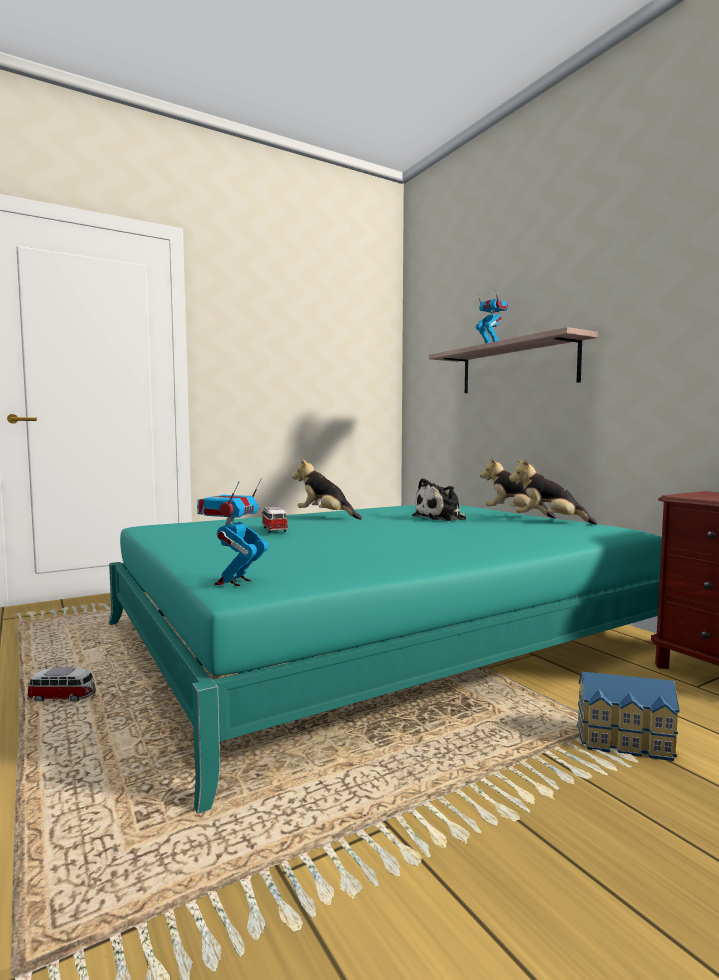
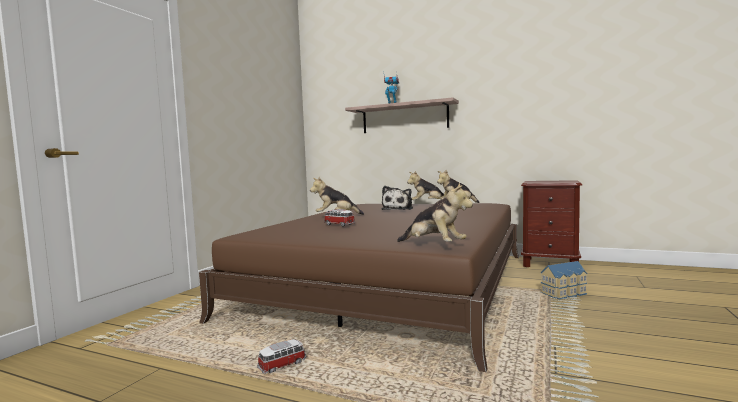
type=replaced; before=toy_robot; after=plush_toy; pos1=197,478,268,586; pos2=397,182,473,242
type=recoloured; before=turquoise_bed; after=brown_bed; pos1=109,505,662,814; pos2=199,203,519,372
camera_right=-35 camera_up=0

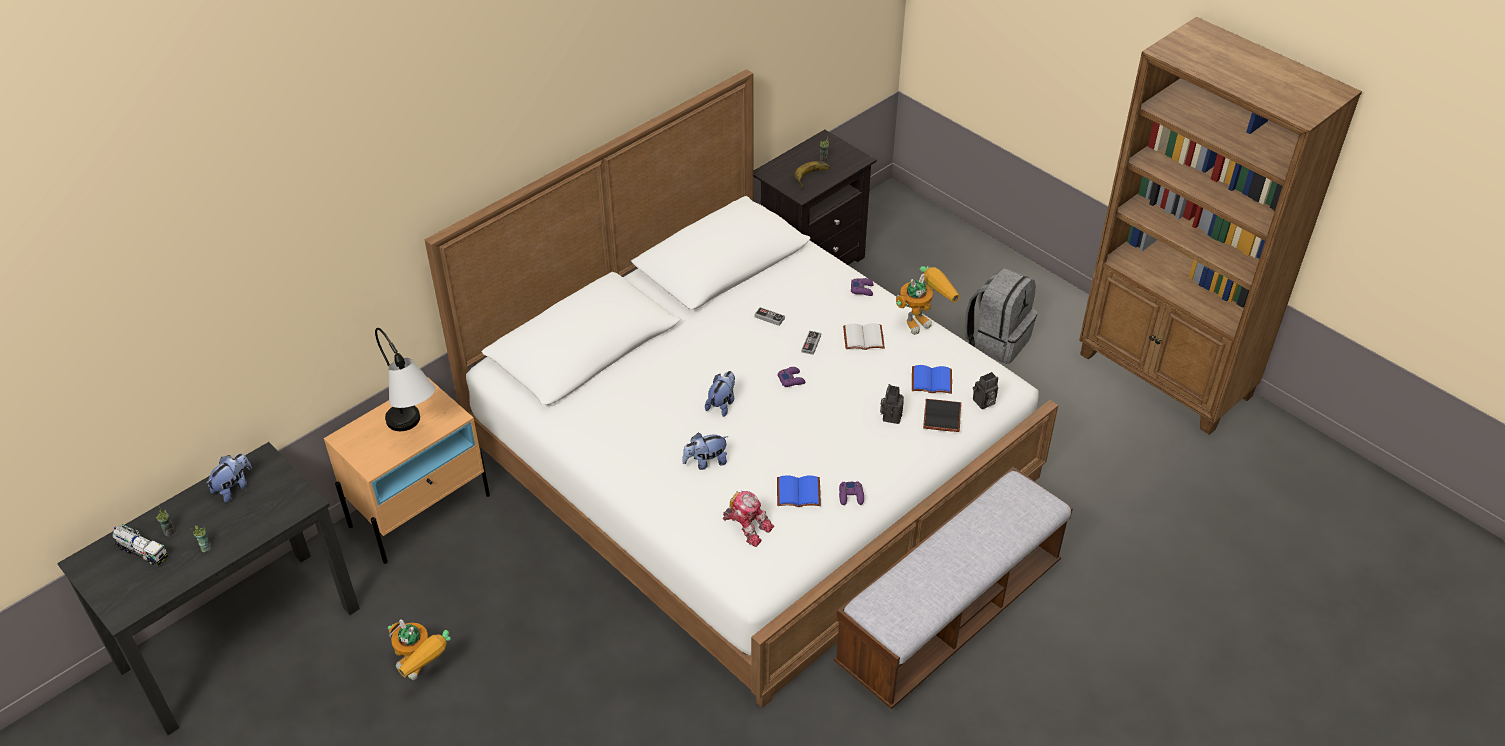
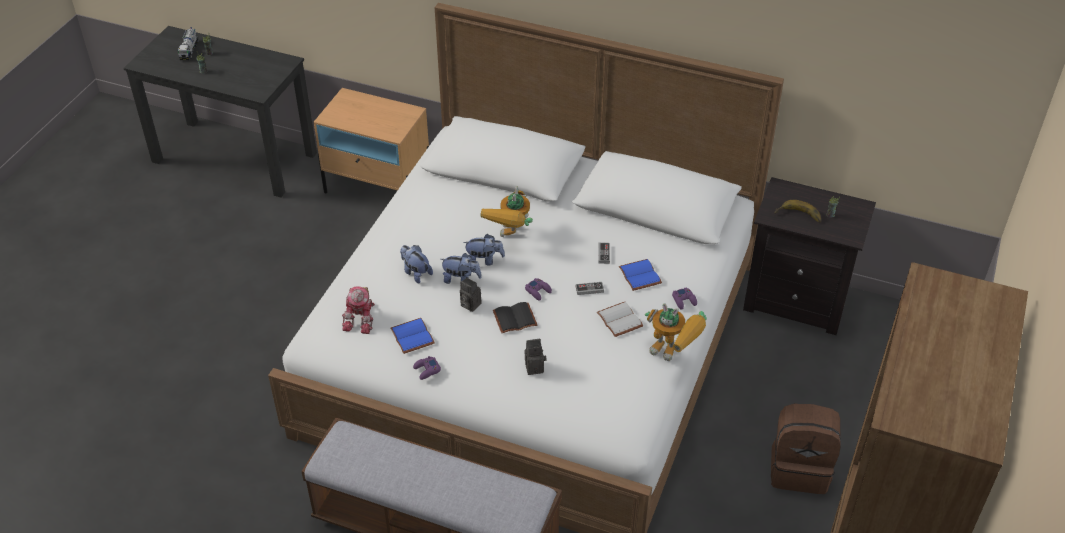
type=removed; before=table_lamp; pos1=375,328,435,431
type=moved; before=plush_toy; pos1=206,453,252,503; pos2=440,253,482,284
type=moved; before=toy_robot; pos1=388,619,451,680; pos2=481,186,533,237
type=moved; before=blue_book; pos1=912,365,952,394; pos2=619,259,662,291
type=moved; before=black_book; pos1=923,399,961,432; pos2=493,302,537,333
type=moved; before=photo_camera; pos1=973,372,998,409; pos2=460,277,482,312
type=recoloured; before=grey_backpack; after=brown_backpack; pos1=965,268,1037,364; pos2=771,403,841,494
camera_right=65 camera_up=0

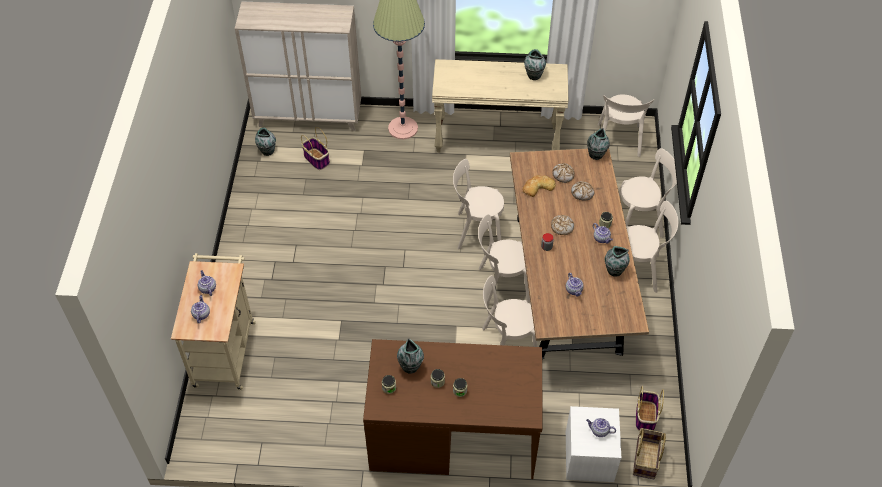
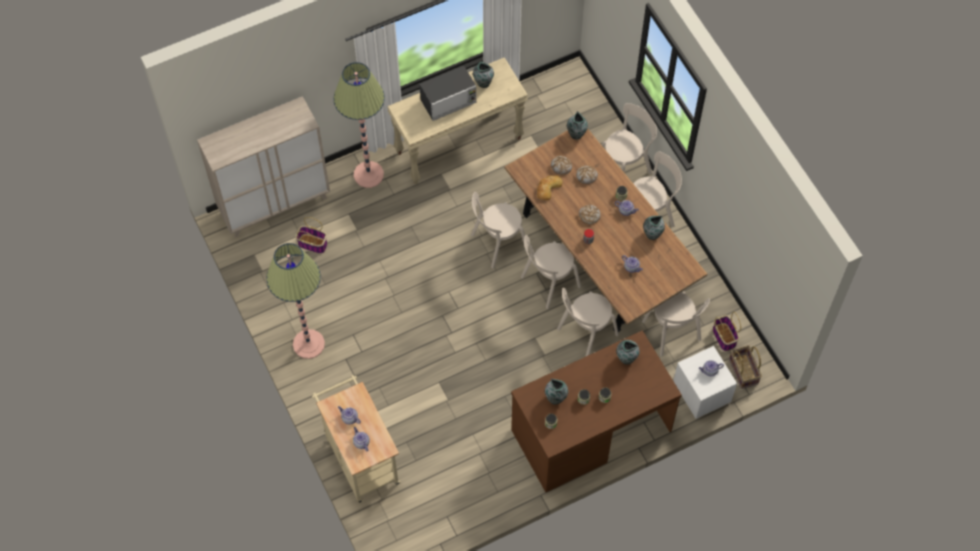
type=added; after=floor_lamp; pos2=266,243,325,359
type=added; after=microwave; pos2=420,66,476,121
type=moved; before=vase; pos1=255,128,276,156; pos2=616,340,639,365
type=moved; before=beige_chair; pos1=598,94,655,157; pos2=642,291,710,357
camera_right=-30 camera_up=10

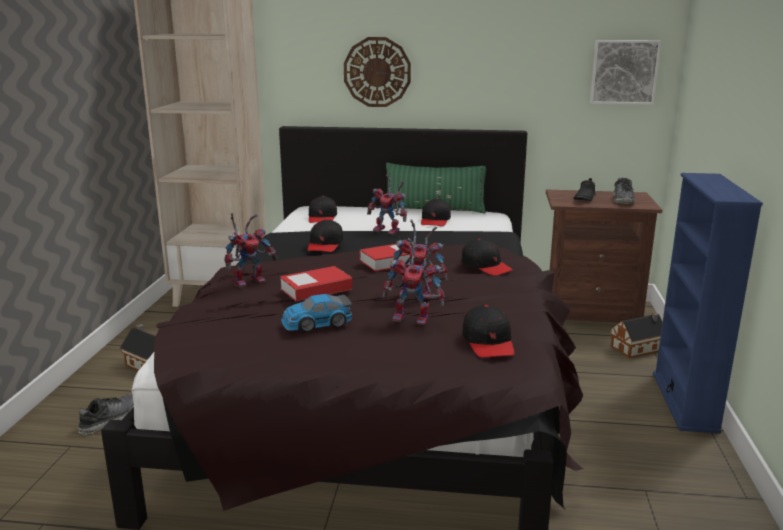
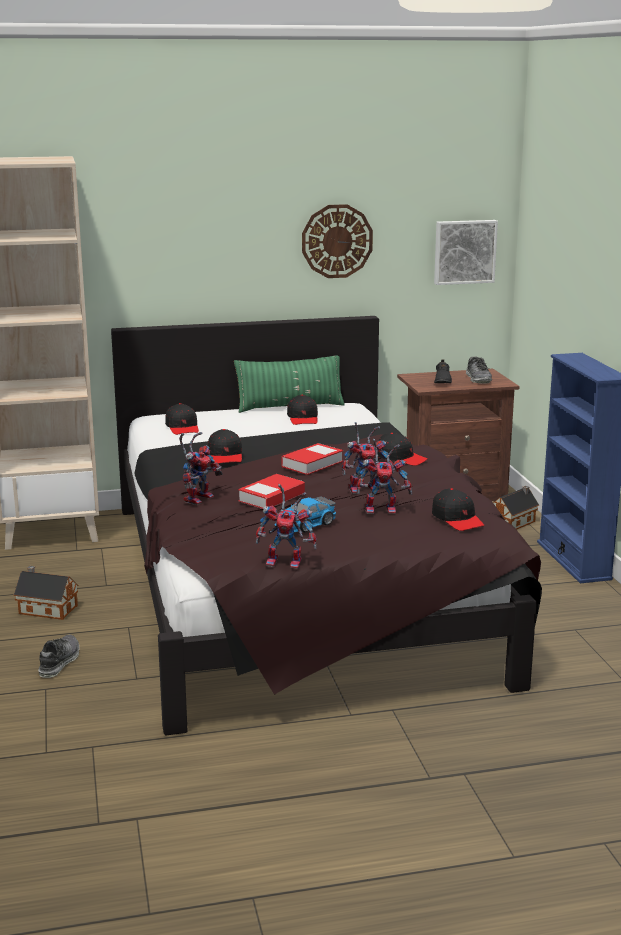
type=moved; before=wall_clock; pos1=344,37,411,107; pos2=302,204,373,278
type=moved; before=toy_robot; pos1=367,175,407,234; pos2=256,484,317,569
camera_right=-20 camera_up=0

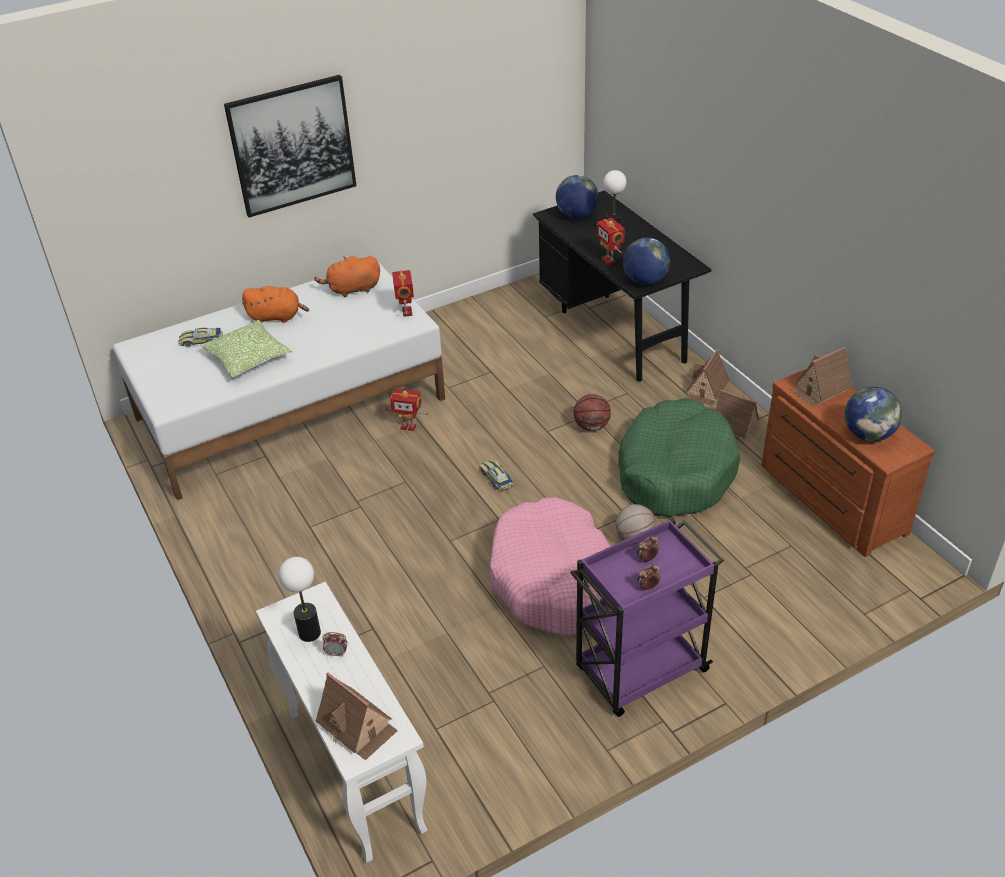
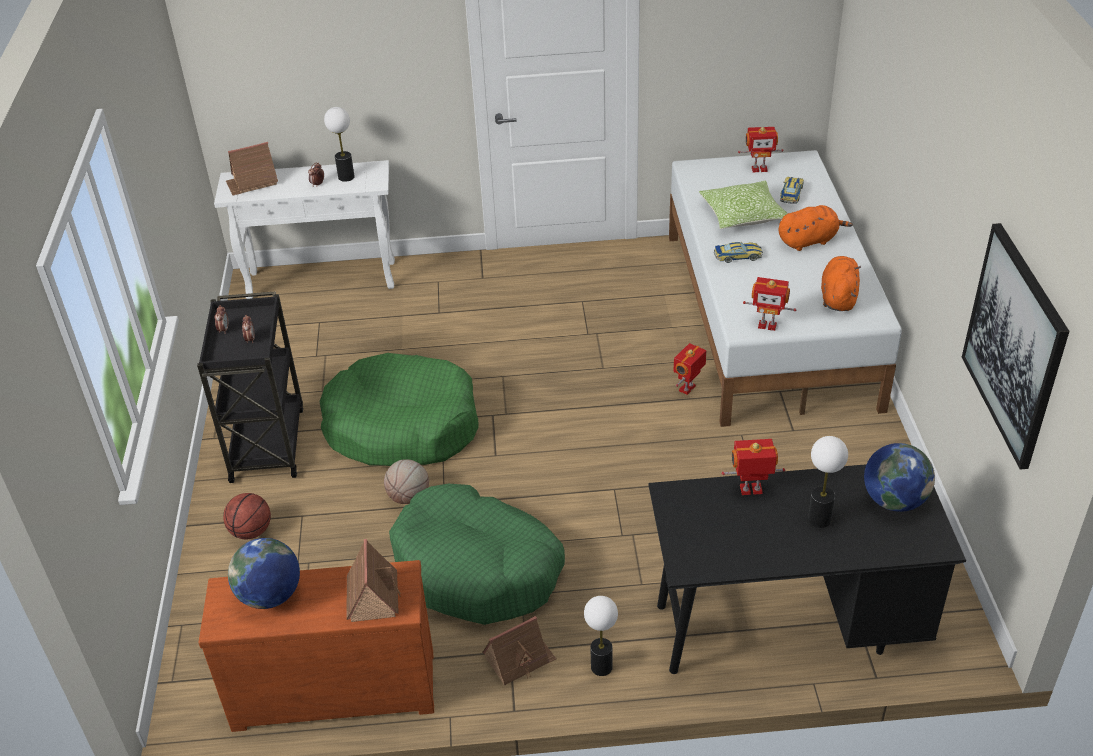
type=removed; before=globe; pos1=623,238,670,285
type=added; after=toy_robot; pos2=738,127,783,172
type=moved; before=picture; pos1=224,75,357,218; pos2=962,223,1069,469
type=moved; before=toy_car; pos1=480,460,514,491; pos2=714,241,763,263
type=moved; before=basketball; pos1=574,394,611,431; pos2=223,493,271,539
type=replaced; before=toy_house; after=table_lamp; pos1=686,349,730,406; pos2=584,596,618,676
type=recoloured; before=pink_dog_bed; after=green_dog_bed; pos1=489,498,610,635; pos2=319,353,479,466
type=recoloured; before=purple_cart; after=black_cart; pos1=570,518,724,717; pos2=197,292,303,483
type=turned; before=orange_plush_toy; pos1=242,286,309,323; pos2=779,205,853,251; turn=-135
camera_right=115 camera_up=0

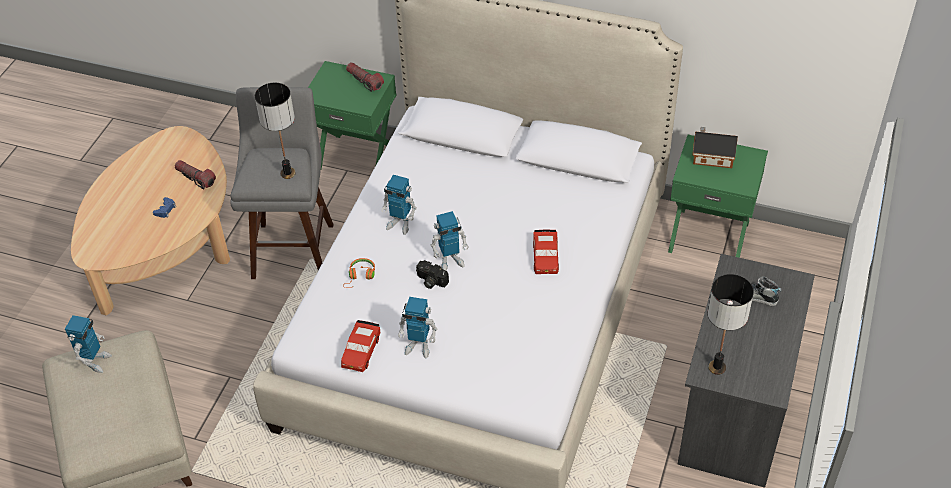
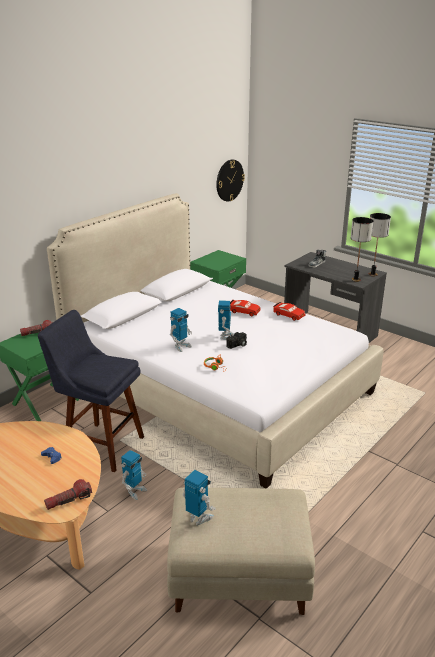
type=removed; before=toy_house; pos1=692,127,738,168
type=added; after=wall_clock; pos2=216,160,245,202
type=moved; before=flashlight; pos1=175,160,216,189; pos2=44,479,92,510
type=moved; before=table_lamp; pos1=255,83,296,179; pos2=369,213,391,276
type=moved; before=red_toy_car; pos1=341,320,380,372; pos2=273,302,305,321
type=moved; before=toy_robot; pos1=398,297,437,358; pos2=121,450,148,500
type=recoloured; before=grey_stool; after=blue_stool; pos1=230,87,333,279; pos2=38,310,144,472
camera_right=-70 camera_up=-20

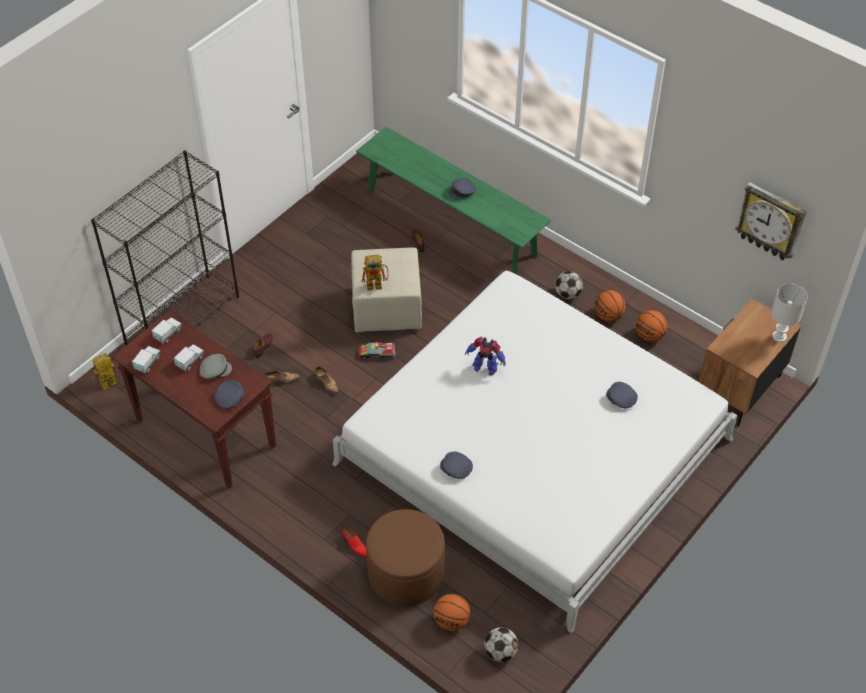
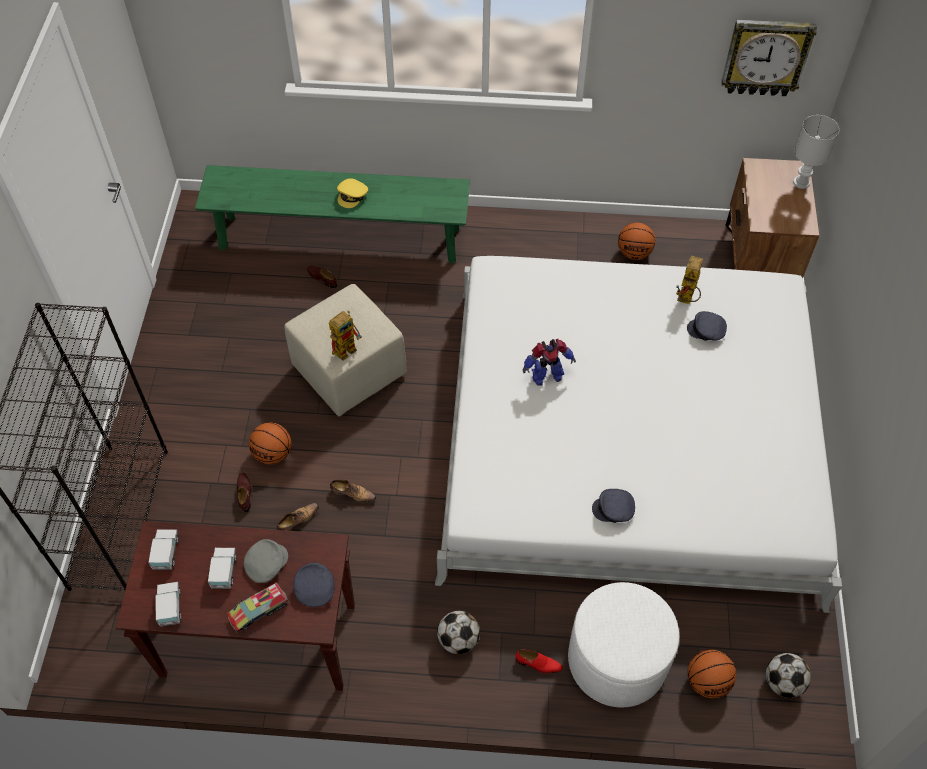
type=moved; before=toy_robot; pos1=92,353,118,389; pos2=676,255,703,304
type=moved; before=toy_truck; pos1=359,342,396,360; pos2=227,582,289,632
type=moved; before=football; pos1=555,271,583,299; pos2=437,611,480,654
type=moved; before=basketball; pos1=595,290,626,322; pos2=249,422,291,465
type=recoloured; before=brown_ottoman; after=white_ottoman; pos1=366,509,445,606; pos2=568,582,679,707
type=recoloured; before=grey_cap; after=yellow_cap; pos1=449,178,476,199; pos2=337,178,368,208
camera_right=-35 camera_up=5

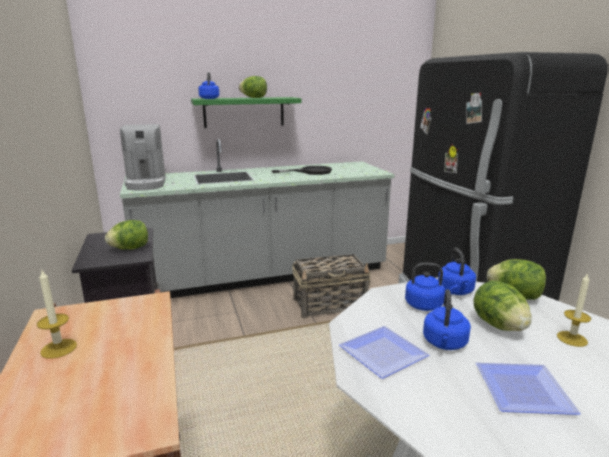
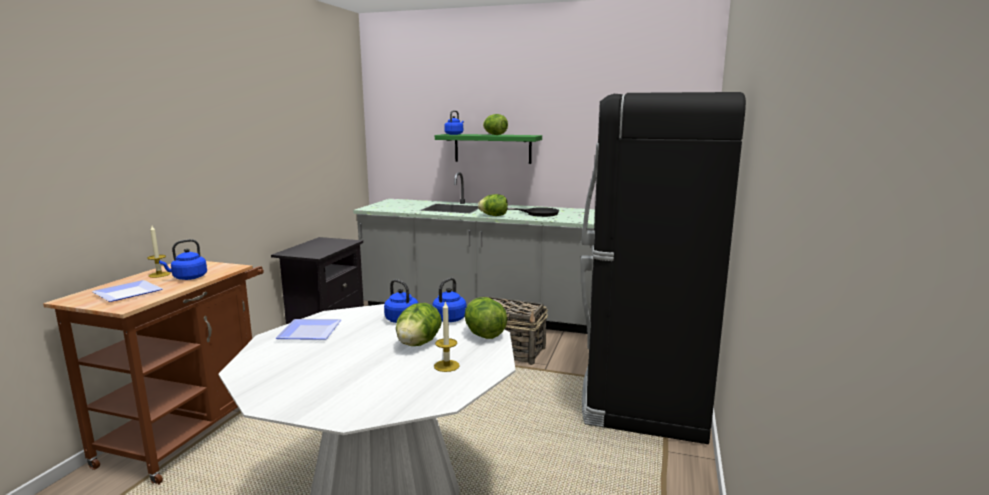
type=removed; before=coffee_machine; pos1=120,124,165,191
type=moved; before=lettuce; pos1=105,220,148,250; pos2=478,194,508,216
type=moved; before=blue_kettle; pos1=423,289,471,350; pos2=159,239,207,280
type=moved; before=plate; pos1=476,363,581,415; pos2=92,280,163,302
camera_right=35 camera_up=-5

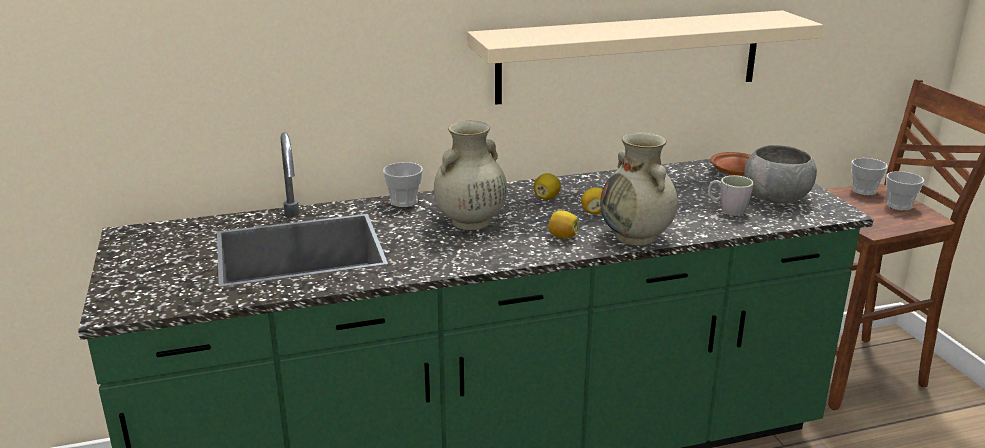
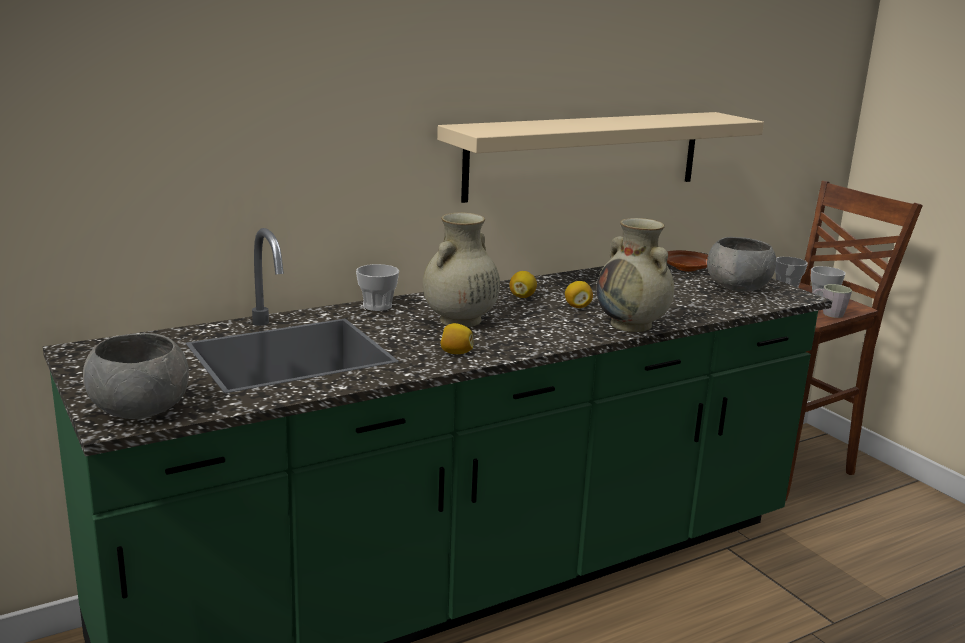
type=added; after=grey_bowl; pos2=83,333,189,419
type=moved; before=lemon; pos1=548,210,579,238; pos2=440,323,473,354
type=moved; before=grey_mug; pos1=708,175,754,216; pos2=813,284,852,318
camera_right=-15 camera_up=-5

